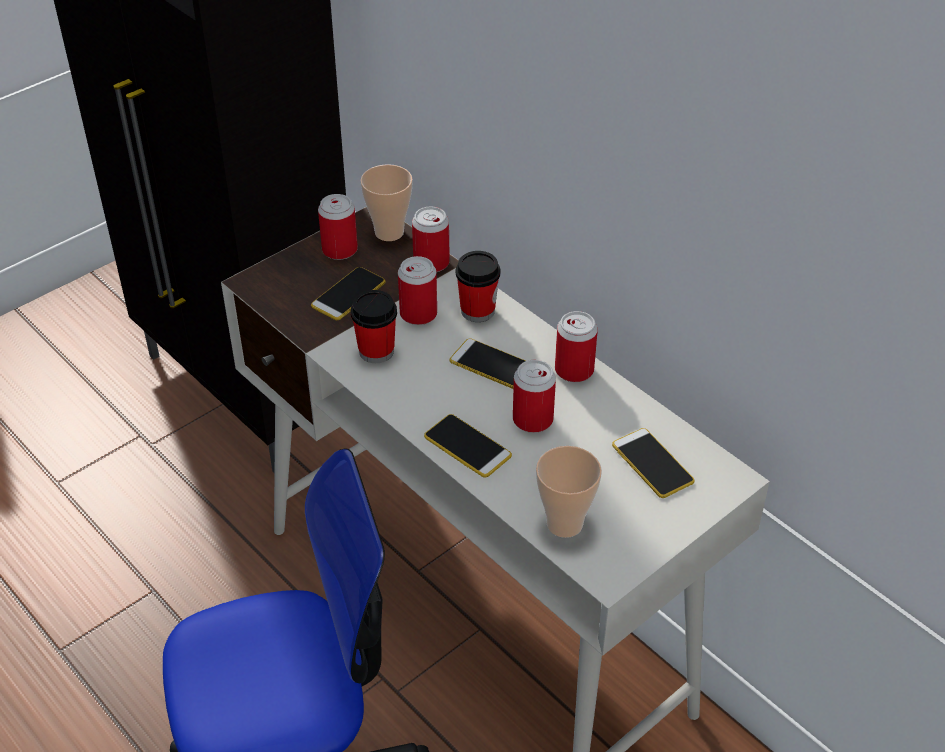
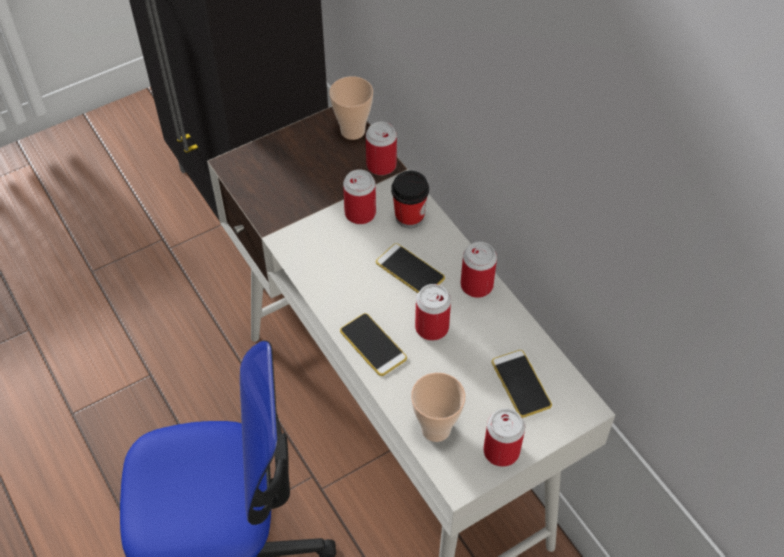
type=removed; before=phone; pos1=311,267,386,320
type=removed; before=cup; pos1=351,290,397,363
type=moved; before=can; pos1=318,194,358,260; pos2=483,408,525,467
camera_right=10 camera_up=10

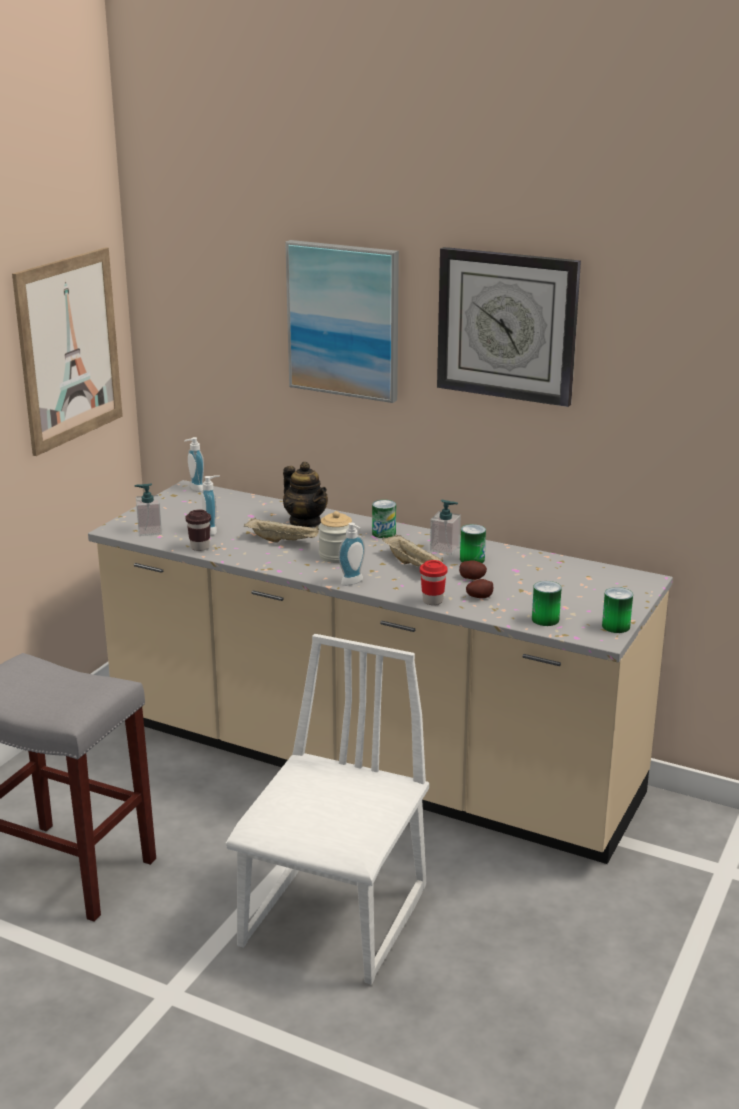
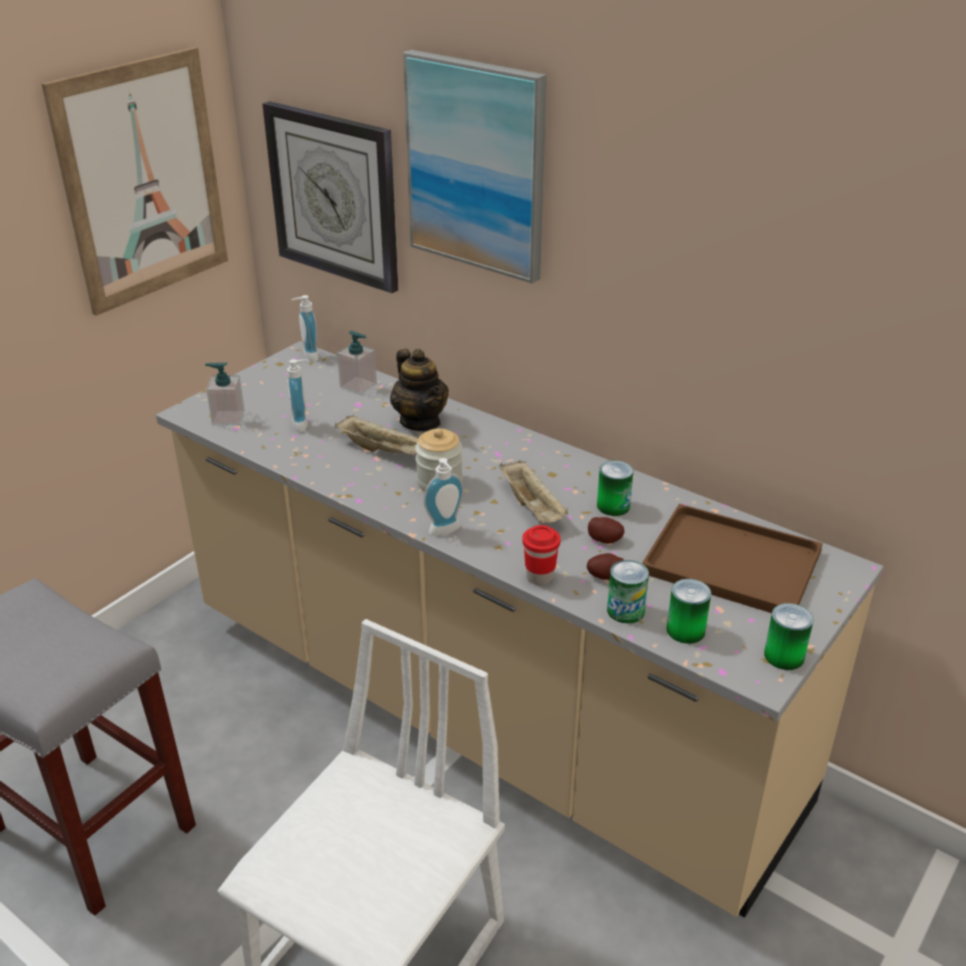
type=removed; before=brown_cup; pos1=186,510,211,551
type=added; after=brown_tray; pos2=642,504,823,613
type=moved; before=can; pos1=372,500,396,538; pos2=607,560,649,624
type=moved; before=soap_dispenser; pos1=430,500,461,555; pos2=337,331,377,395
type=moved; before=wall_clock; pos1=437,247,581,407; pos2=262,101,398,293
camera_right=10 camera_up=10

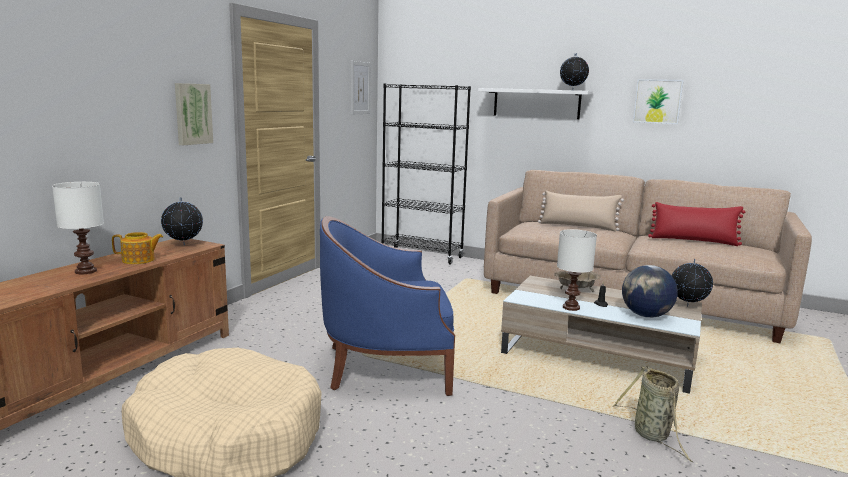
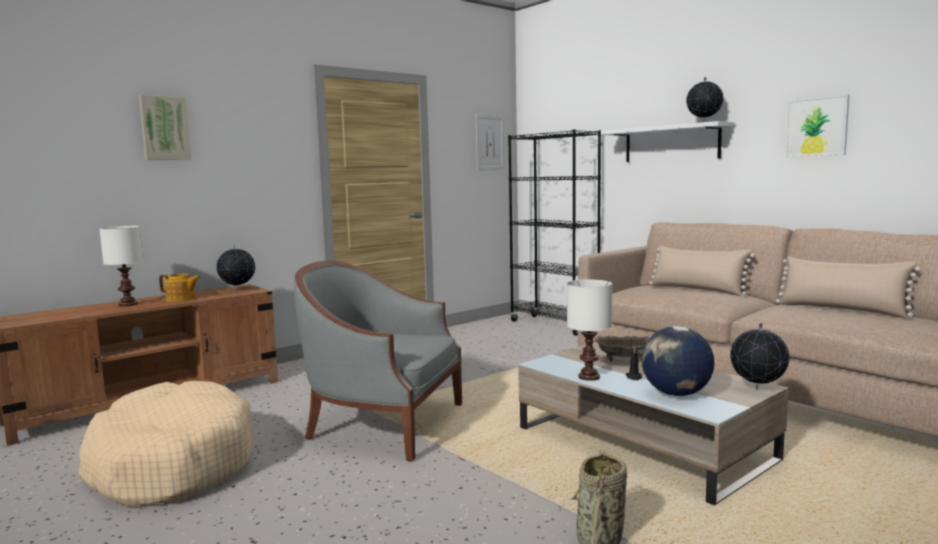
type=moved; before=picture; pos1=175,83,213,145; pos2=139,95,191,160
type=recoloured; before=blue_armchair; after=grey_armchair; pos1=320,216,455,396; pos2=294,261,462,462
type=recoloured; before=red_pillow; after=beige_pillow; pos1=648,202,745,246; pos2=775,256,921,318
camera_right=25 camera_up=-5

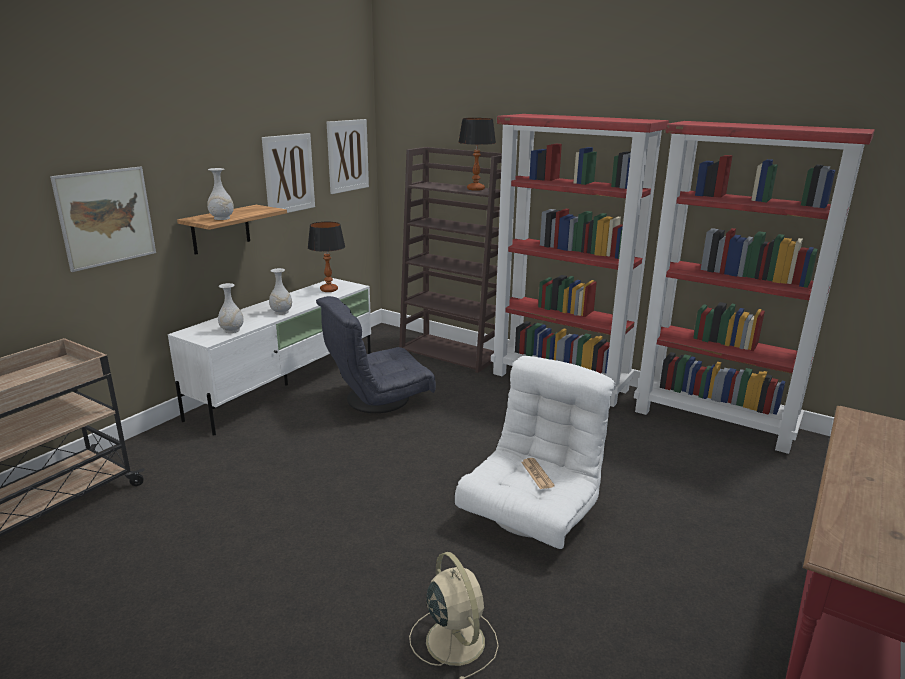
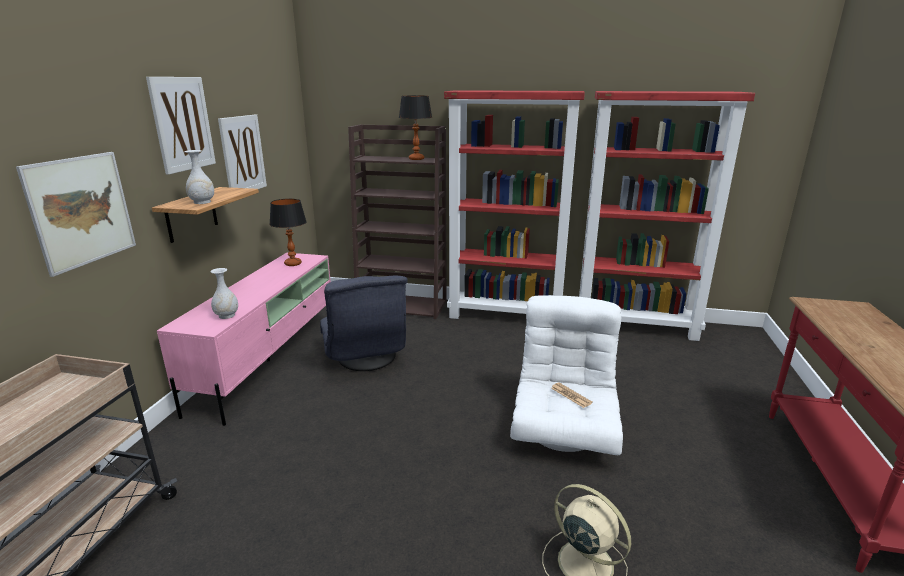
type=removed; before=white_vase; pos1=269,268,292,315
type=moved; before=picture; pos1=327,119,369,194; pos2=146,77,216,175
type=recoloured; before=white_tv_stand; after=pink_tv_stand; pos1=168,278,371,436; pos2=157,253,331,426
type=turned; before=grey_armchair; pos1=316,296,436,413; pos2=320,276,408,371; turn=-60
camera_right=-20 camera_up=0

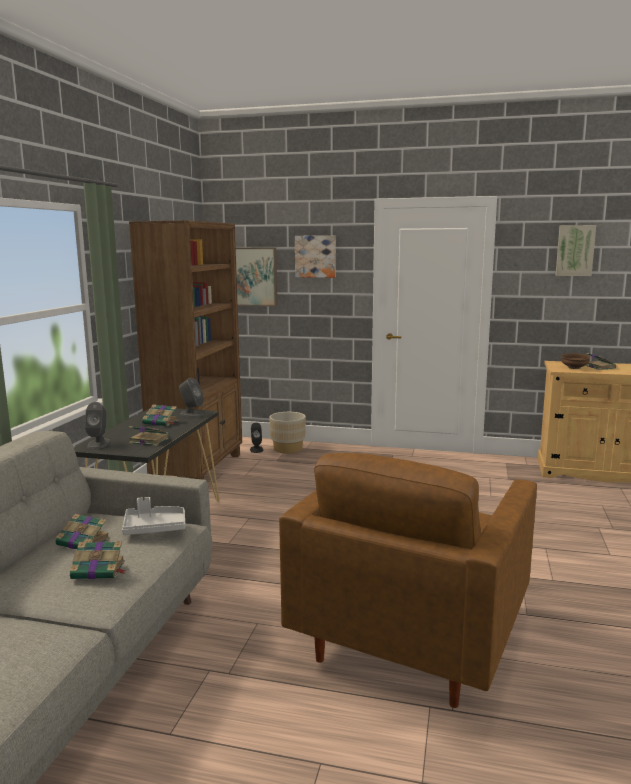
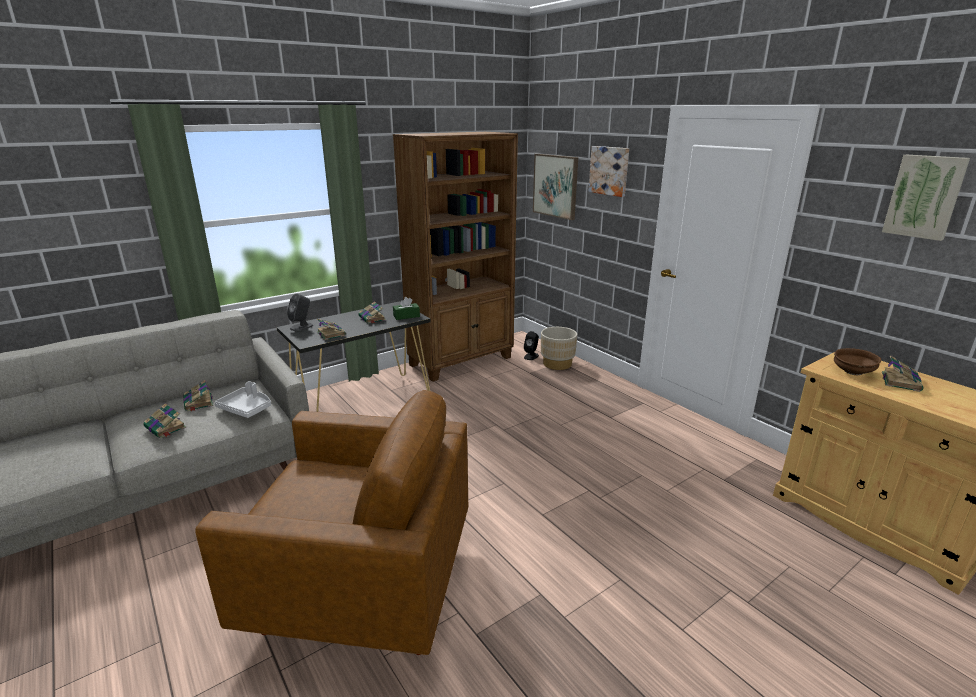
type=replaced; before=grey_speaker; after=green_tissue_box; pos1=179,378,204,417; pos2=393,297,420,320
type=turned; before=brown_armchair; pos1=279,453,537,708; pos2=195,390,468,655; turn=-150
camera_right=40 camera_up=10

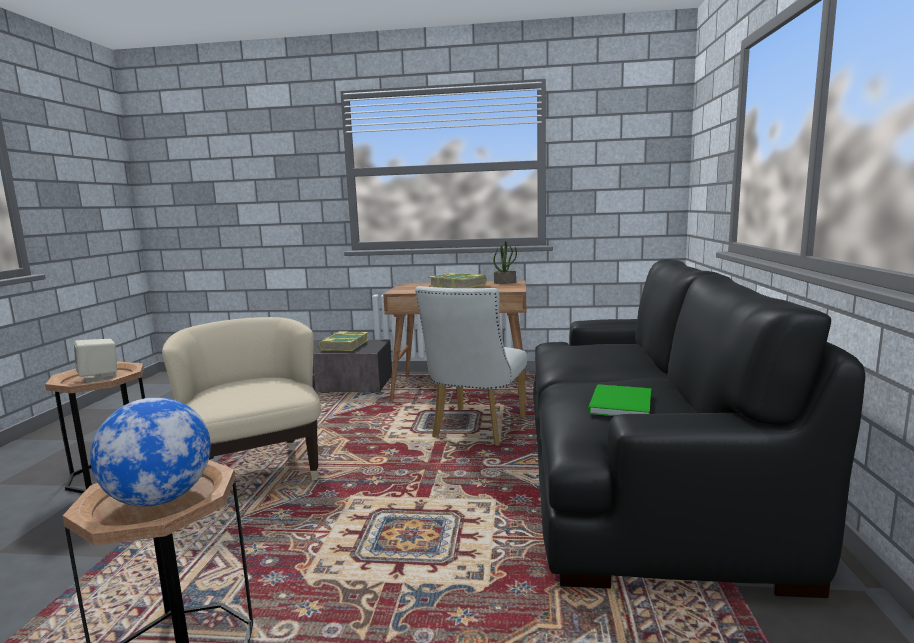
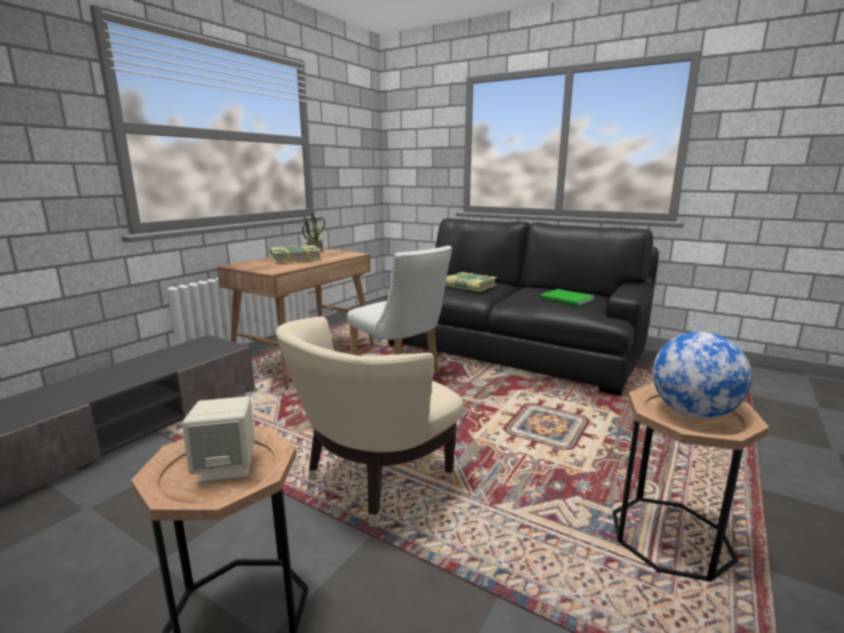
type=moved; before=book; pos1=318,331,369,351; pos2=445,272,497,292
type=turned; before=beige_armchair; pos1=162,317,321,480; pos2=276,316,464,527; turn=-45
camera_right=-65 camera_up=5

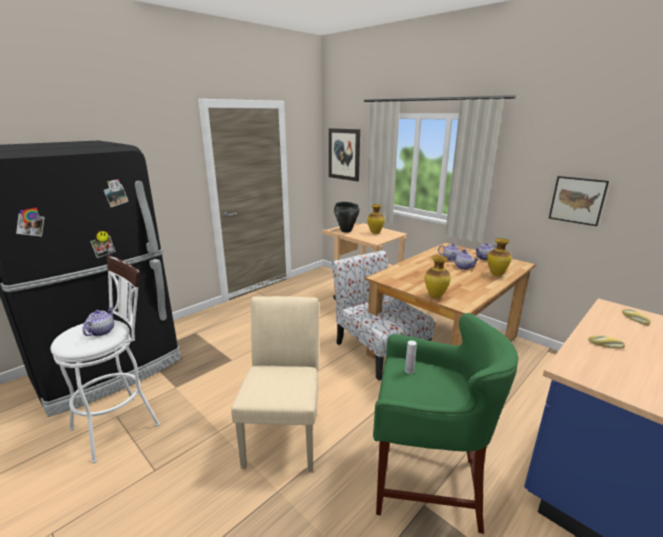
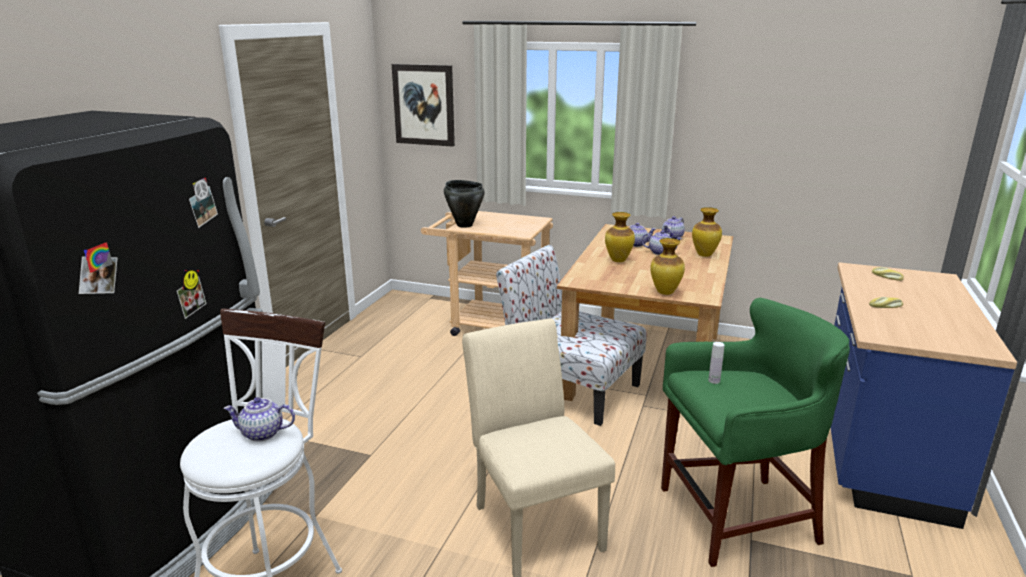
type=removed; before=picture; pos1=549,176,609,226
type=moved; before=vase; pos1=367,204,385,234; pos2=605,212,635,262
type=turned; before=teapot; pos1=82,307,114,336; pos2=224,397,295,442; turn=-75
camera_right=-25 camera_up=0

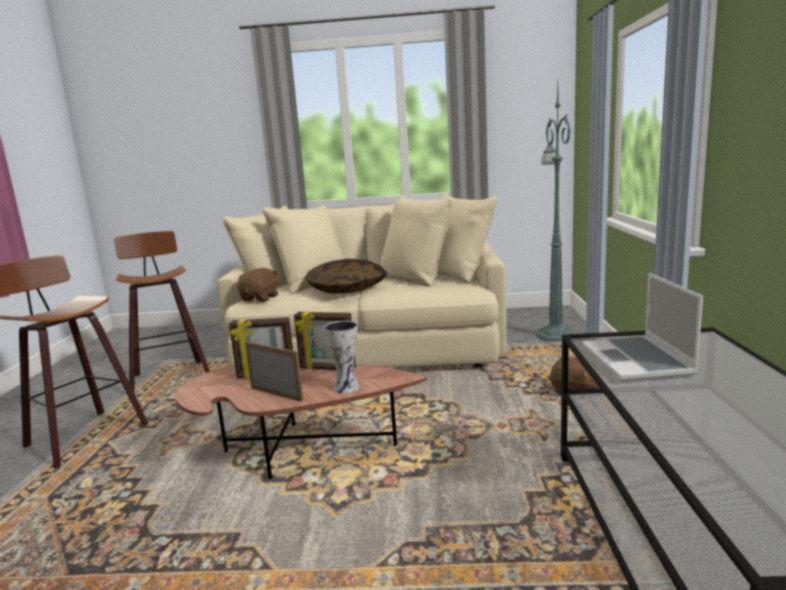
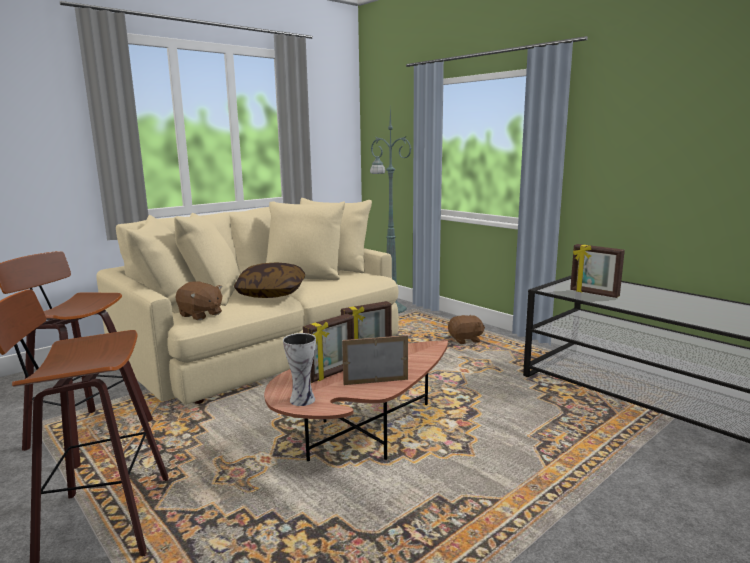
type=moved; before=vase; pos1=324,321,360,394; pos2=283,333,316,406
type=replaced; before=laptop; after=picture_frame; pos1=582,273,703,381; pos2=570,244,625,298
type=turned; before=brown_plush_toy; pos1=237,268,279,302; pos2=175,281,223,320; turn=150
camera_right=-45 camera_up=0

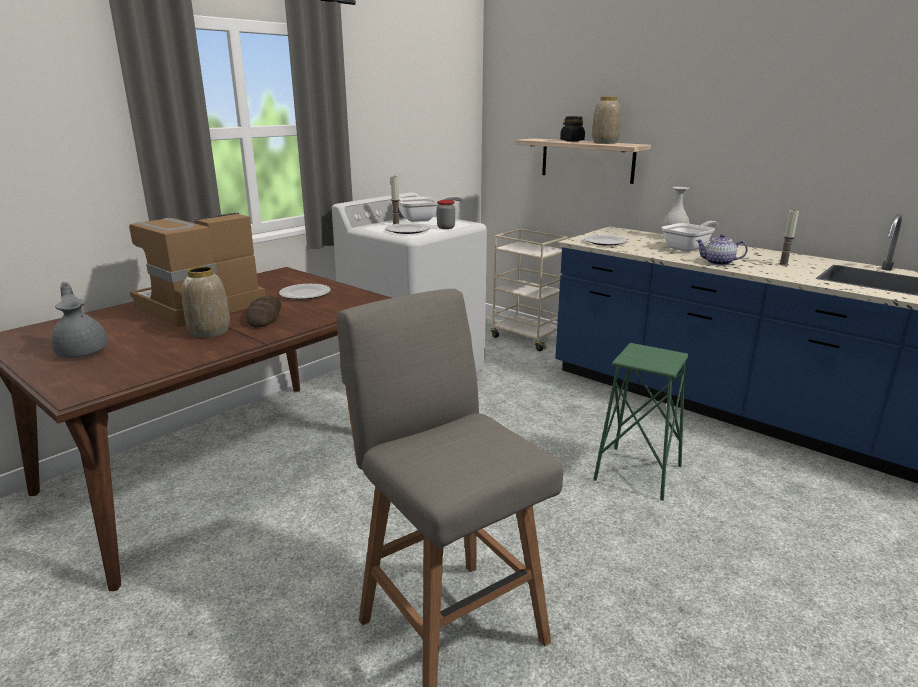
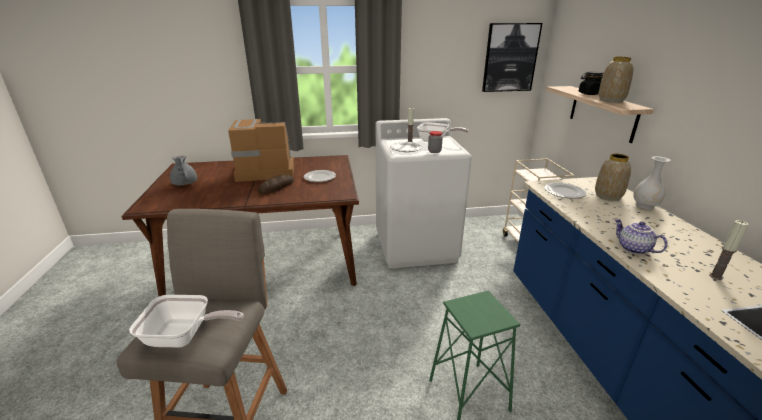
type=added; after=picture; pos2=482,23,542,92
type=moved; before=vase; pos1=182,266,230,338; pos2=595,154,631,201
type=moved; before=frying_pan; pos1=662,221,718,252; pos2=129,295,244,347
type=turned; before=grey_teapot; pos1=51,282,108,358; pos2=170,156,197,186; turn=150
camera_right=40 camera_up=5

